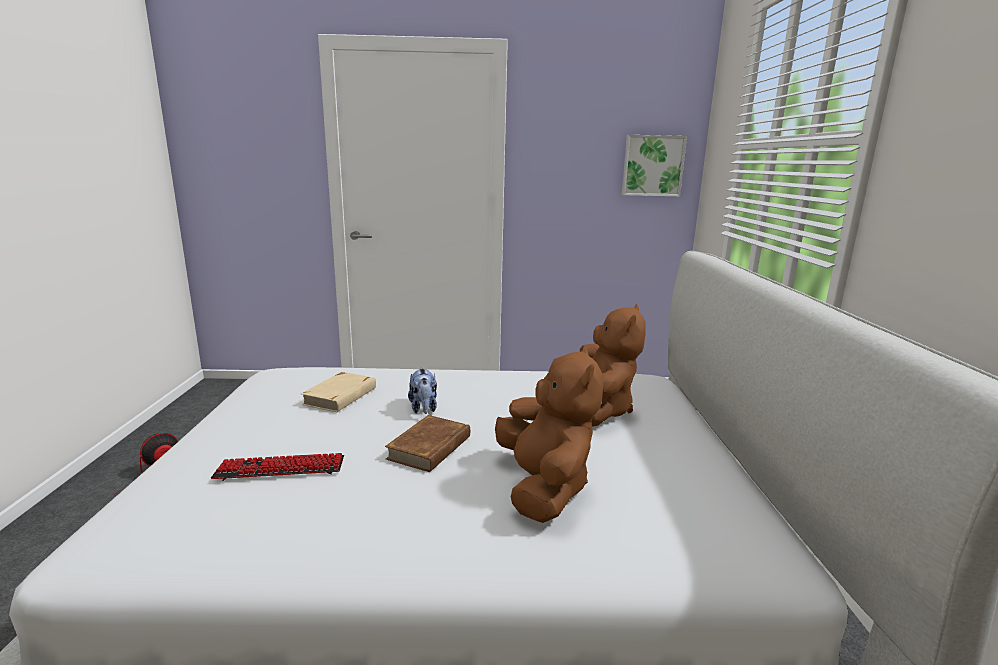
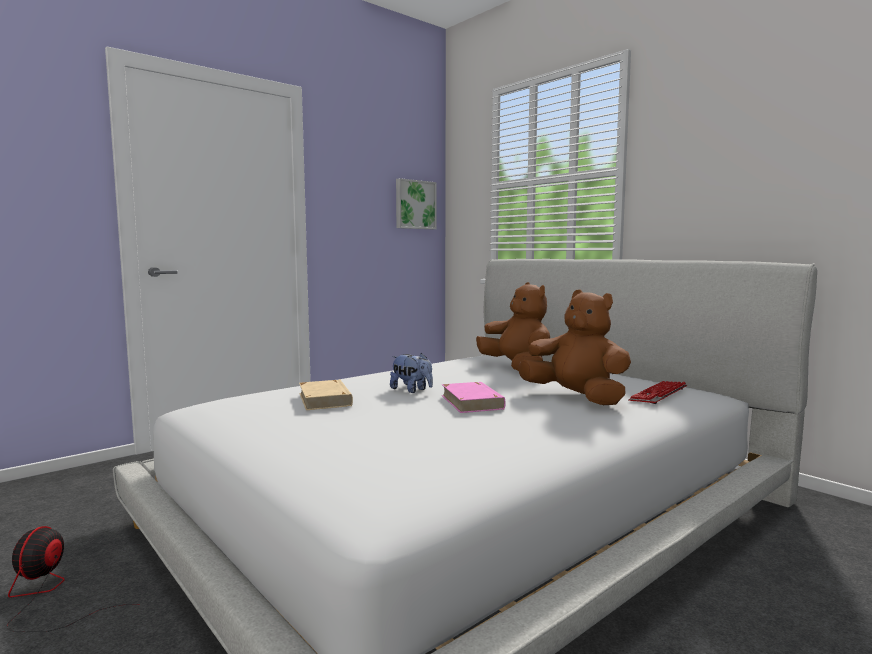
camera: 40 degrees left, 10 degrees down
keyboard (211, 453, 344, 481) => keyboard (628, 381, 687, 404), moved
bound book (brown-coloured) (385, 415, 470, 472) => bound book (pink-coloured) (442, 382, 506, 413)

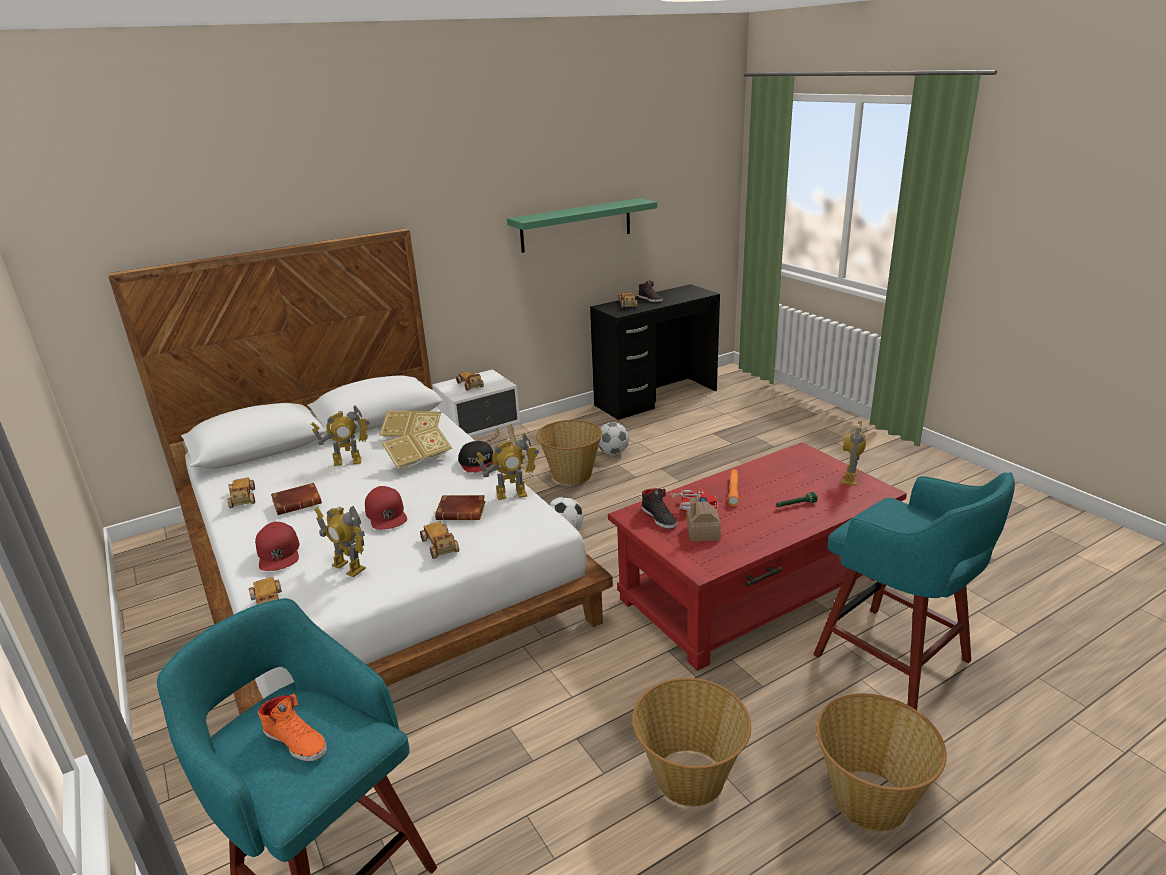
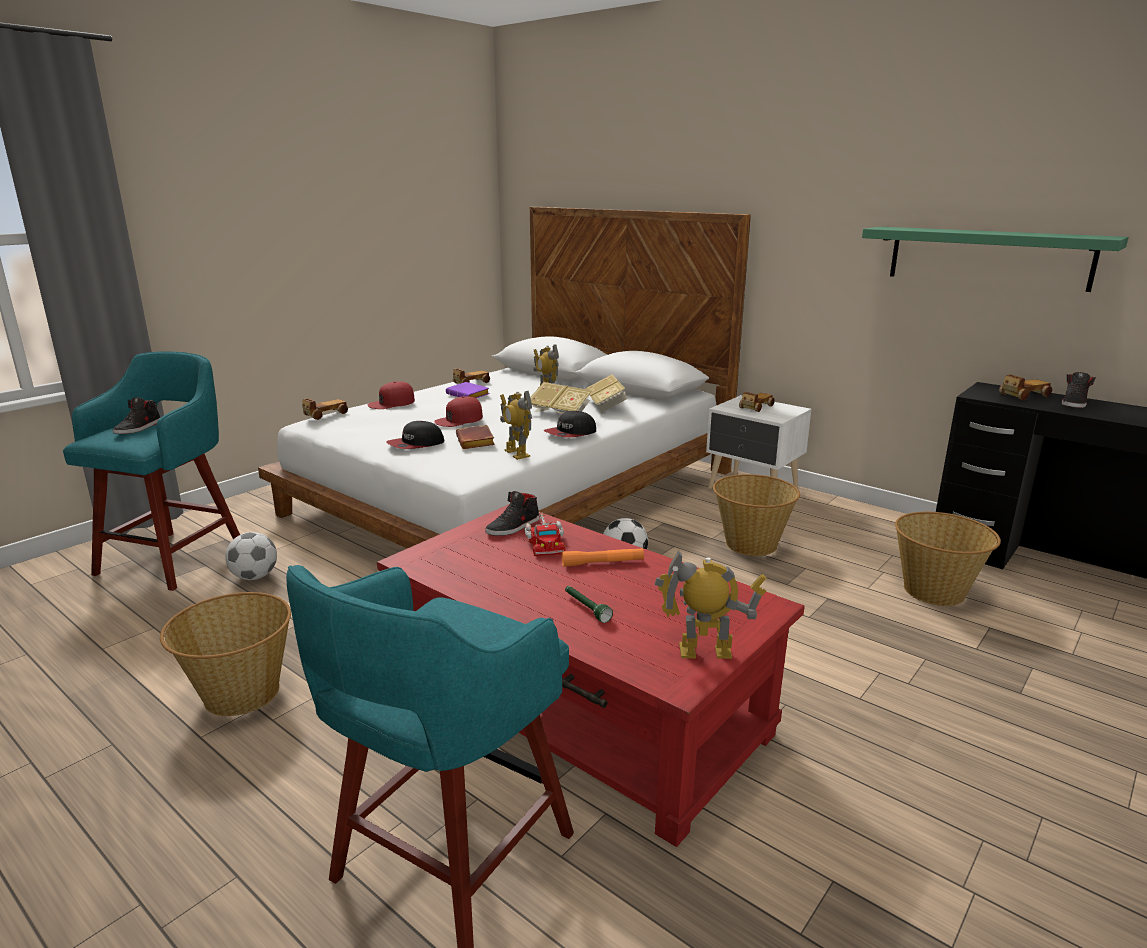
camera: 70 degrees right, 5 degrees down
low shoe (orange) (258, 694, 327, 762) => low shoe (black-coloured) (113, 397, 160, 434)
bound book (brown-coloured) (271, 483, 322, 515) => bound book (purple-coloured) (446, 382, 490, 398)
robot figure (314, 506, 366, 577) => nothing
model car (420, 522, 459, 559) => baseball cap (386, 421, 444, 449)
football ball (599, 422, 629, 455) => football ball (225, 532, 277, 580), moved
toy house (687, 497, 721, 541) => nothing
household basket (816, 694, 947, 832) => household basket (895, 512, 1001, 606), moved

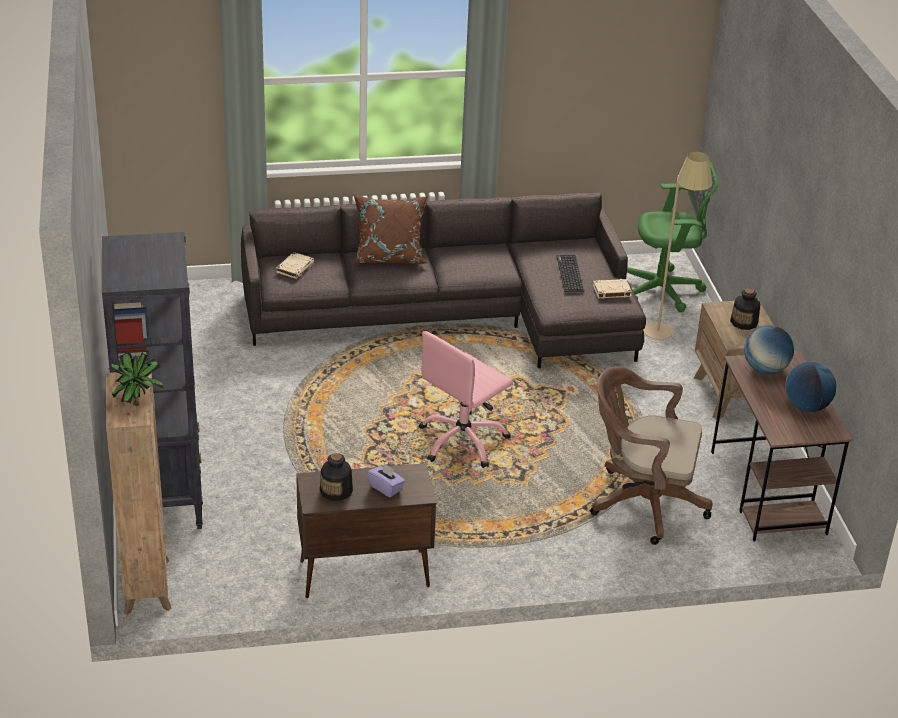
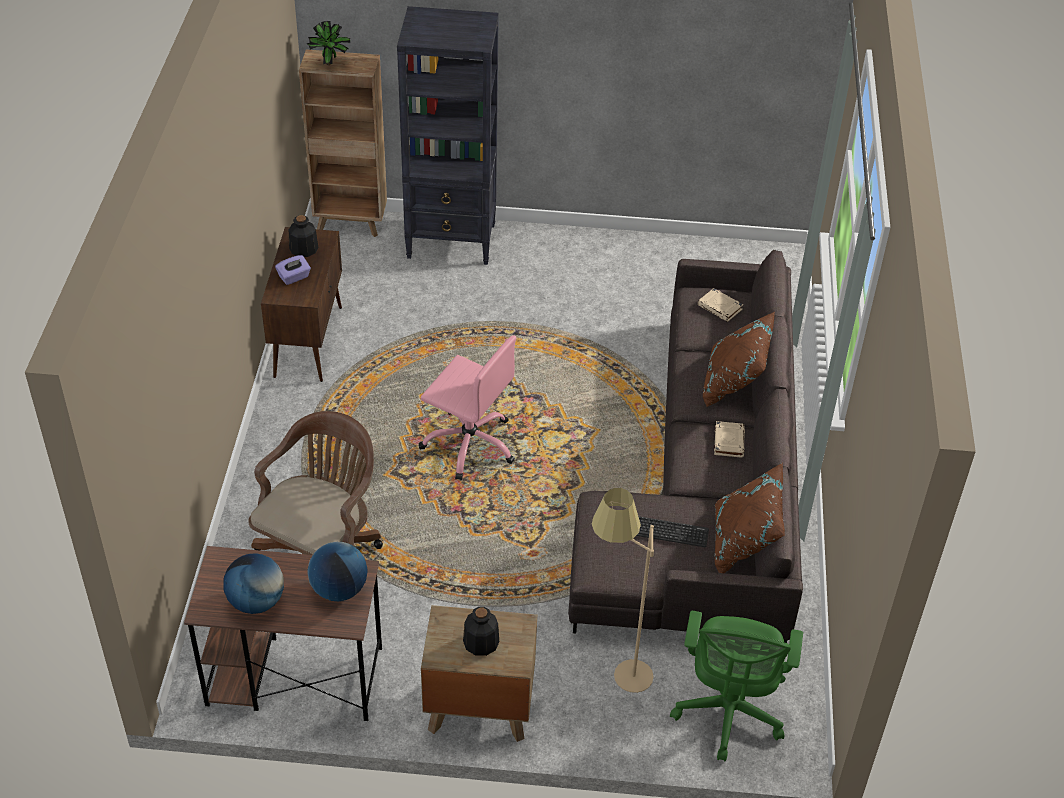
camera: 105 degrees right, 10 degrees up
computer chair (pink-coloured) (419, 331, 513, 468) => computer chair (pink-coloured) (419, 335, 516, 480), 150 degrees clockwise
bound book (beige) (593, 279, 632, 299) => bound book (beige) (714, 421, 745, 458), moved
nothing => cushion (brown-coloured) (715, 462, 785, 573)

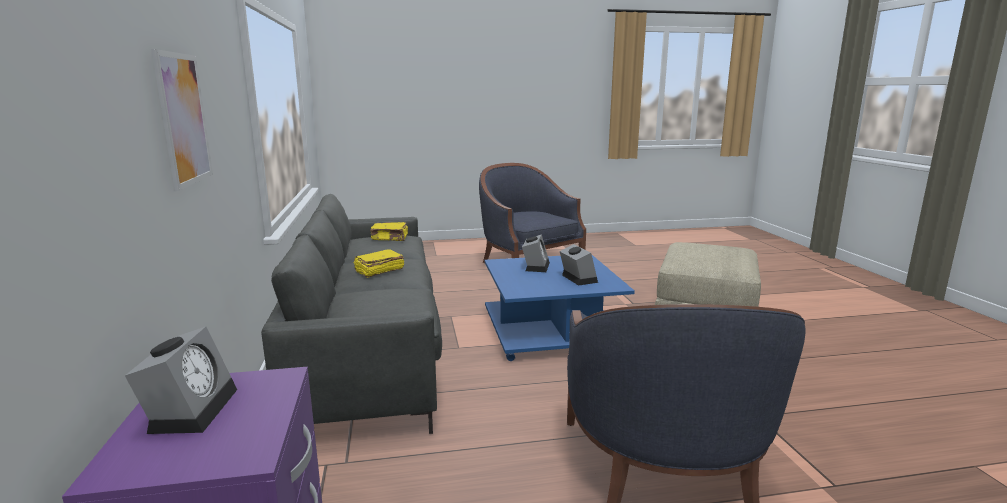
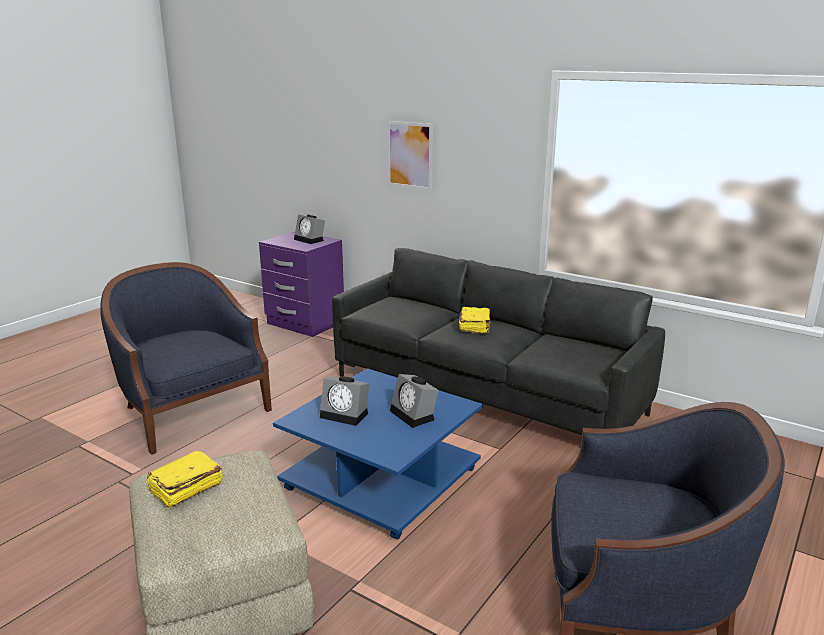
camera: 135 degrees right, 5 degrees up
bound book (yellow-coloured) (370, 222, 408, 241) => bound book (yellow-coloured) (146, 451, 223, 509), moved

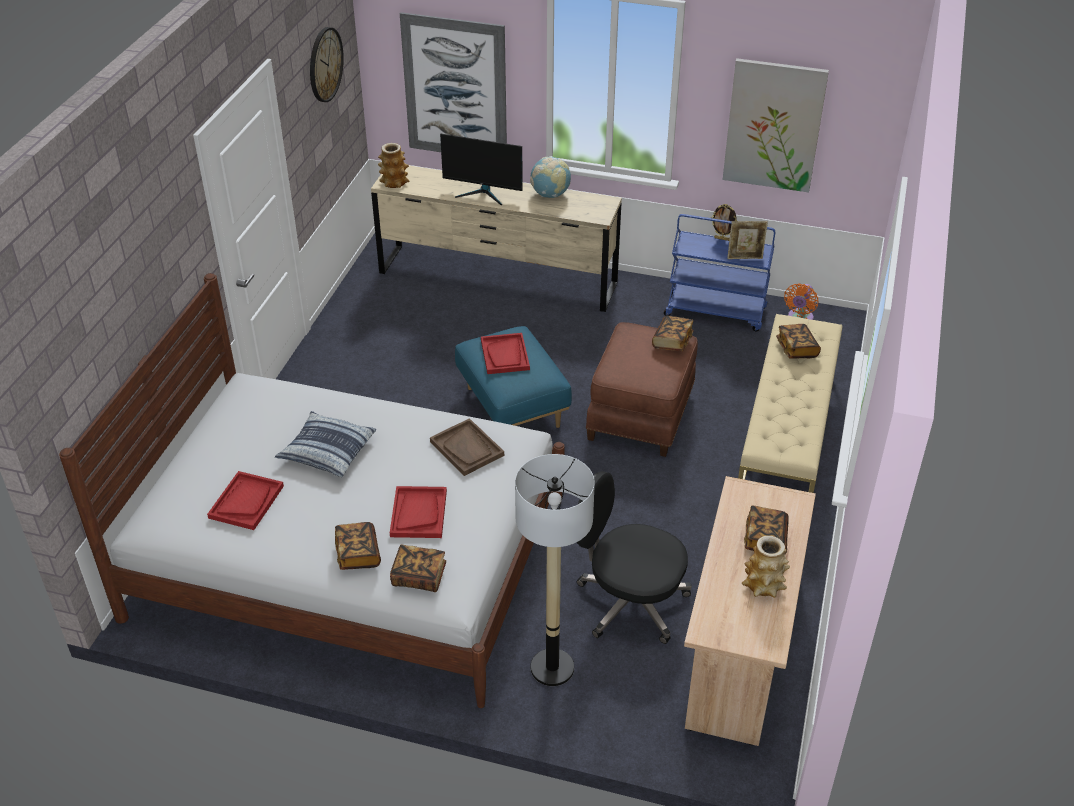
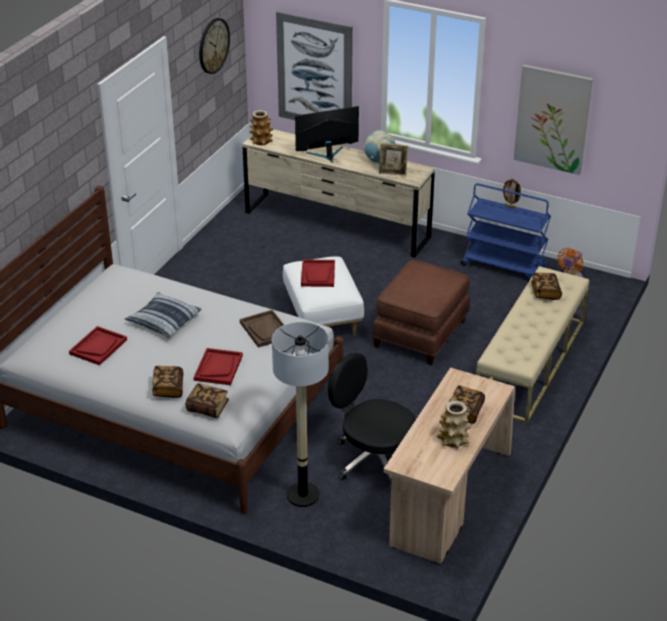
camera: 10 degrees right, 5 degrees down
monitor (440, 134, 523, 206) => monitor (295, 106, 359, 163), 135 degrees clockwise
ottoman (blue) (455, 326, 572, 428) => ottoman (whitish) (283, 256, 364, 336)
bound book (652, 316, 693, 351) => nothing
photo frame (727, 221, 768, 259) => photo frame (379, 143, 408, 176), moved

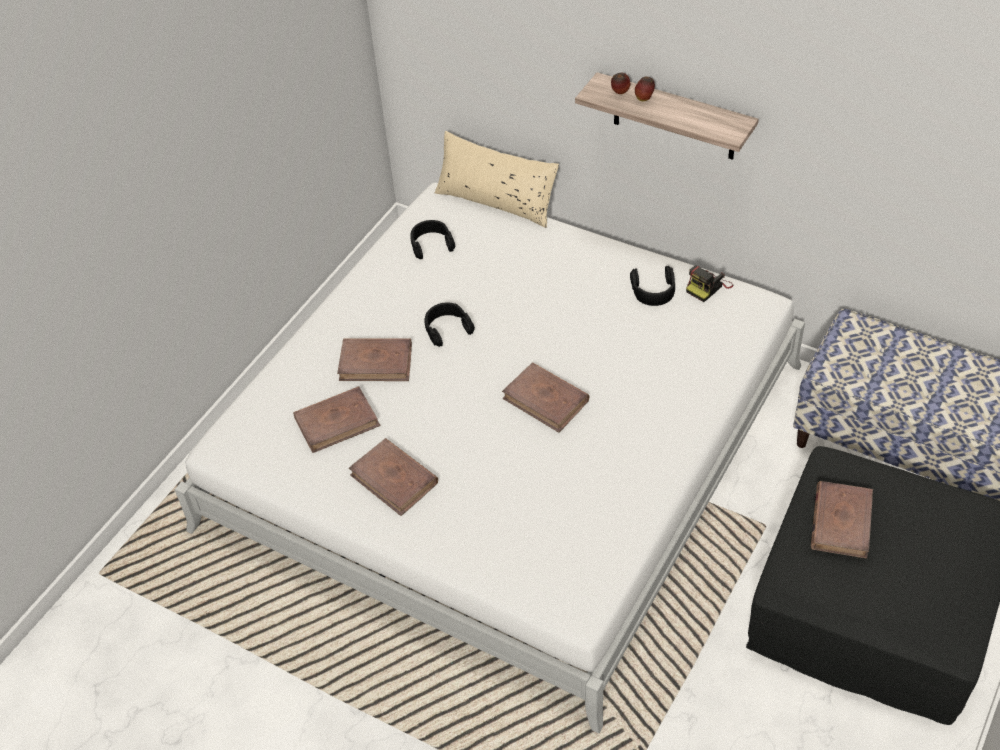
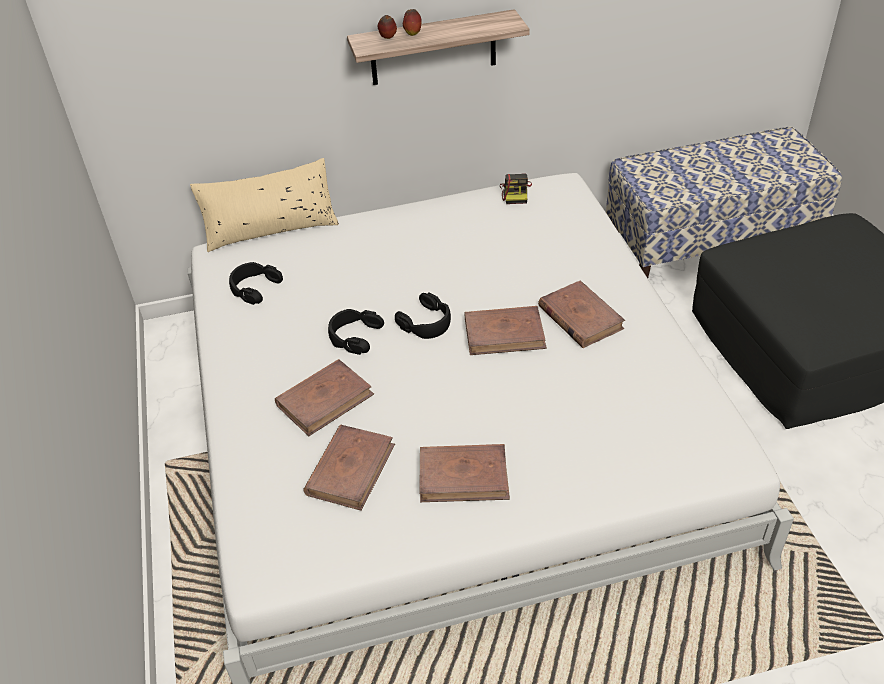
camera: 45 degrees left, 5 degrees down
headphones (black-coloured) (630, 265, 675, 306) => headphones (black-coloured) (395, 292, 451, 339), moved
bound book (brown-coloured) (811, 481, 873, 559) => bound book (brown-coloured) (538, 280, 625, 348), moved

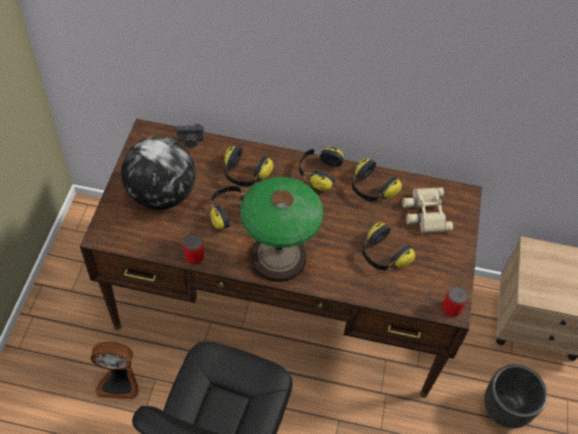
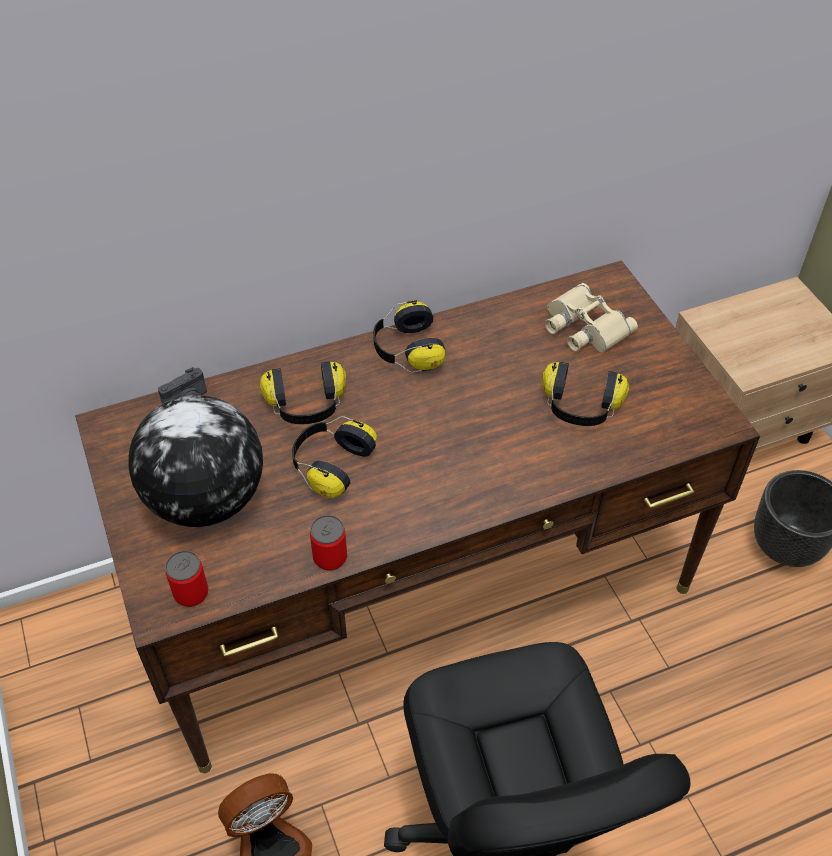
camera: 30 degrees left, 5 degrees down
lamp for a table (240, 177, 323, 282) => nothing
headphones (352, 158, 402, 202) => nothing
sealed can (442, 286, 468, 317) => sealed can (165, 551, 208, 607), moved

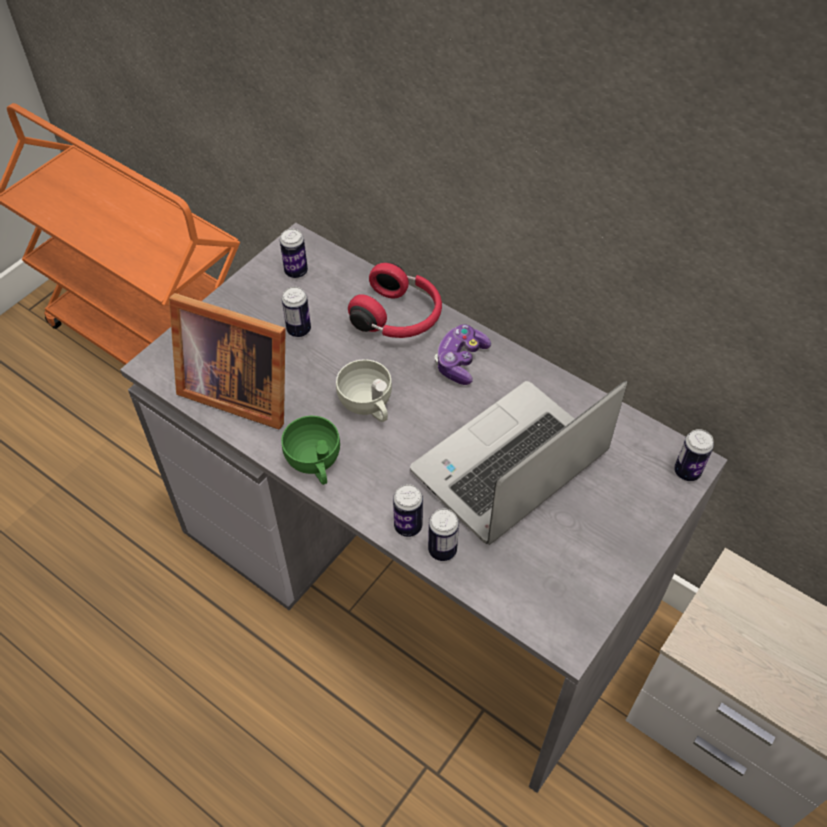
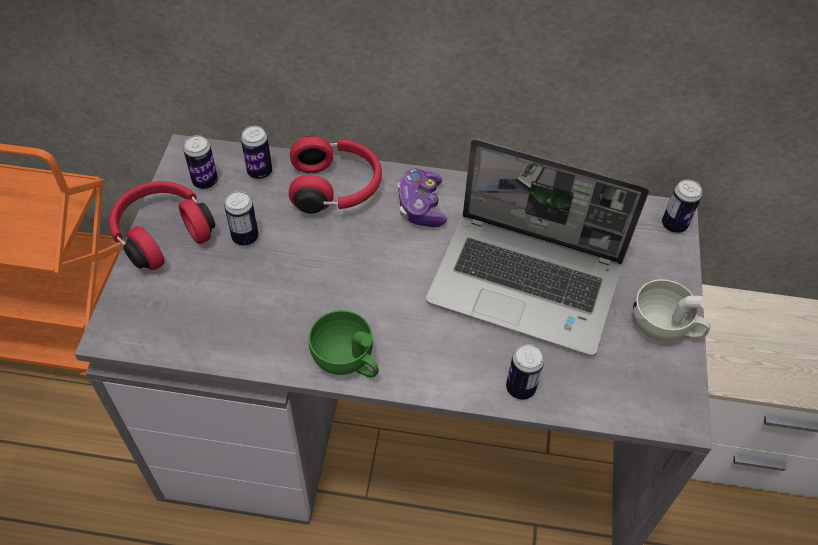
camera: 30 degrees left, 0 degrees up
photo frame (169, 293, 286, 430) => nothing
cup (whitish) (336, 360, 392, 422) => cup (whitish) (633, 279, 711, 341), moved
sealed can (393, 484, 423, 537) => sealed can (241, 126, 272, 179), moved
portable computer (410, 381, 627, 545) => portable computer (426, 139, 649, 356), 90 degrees counterclockwise
nothing => headphones (red) (109, 181, 215, 270)

